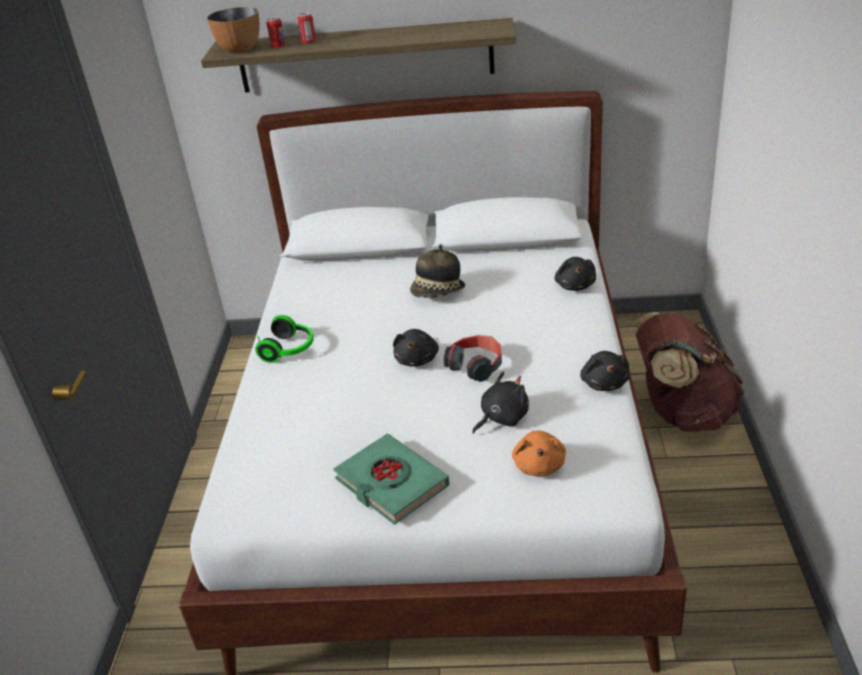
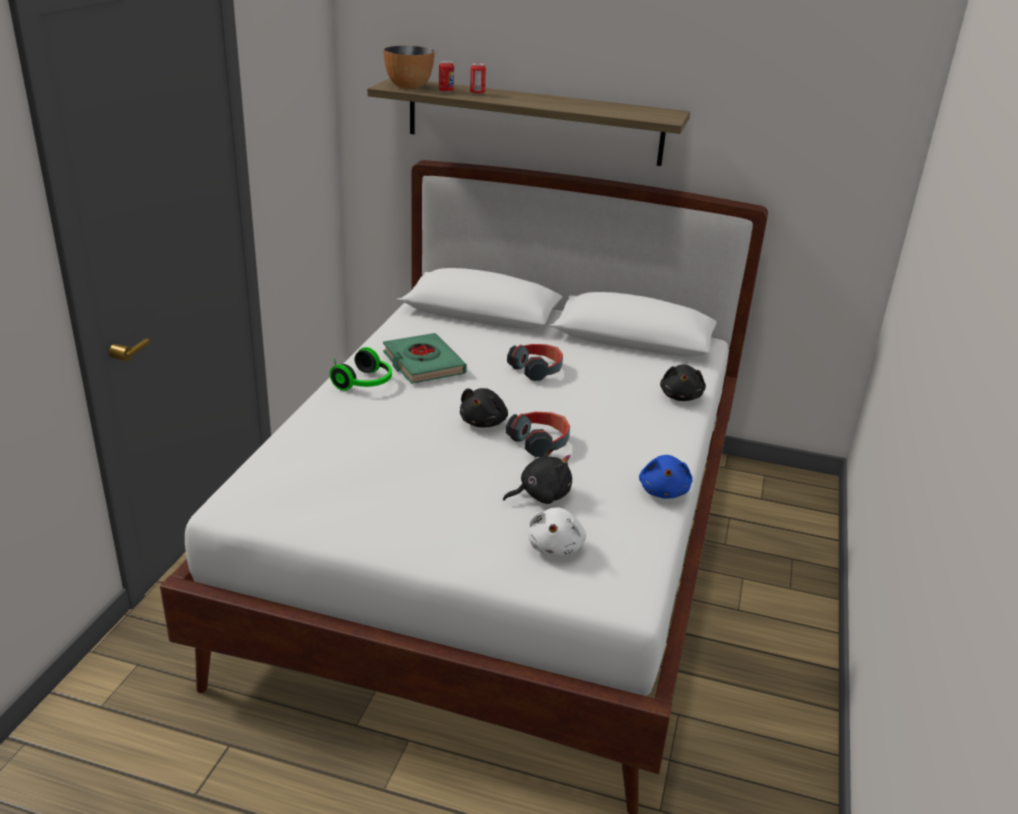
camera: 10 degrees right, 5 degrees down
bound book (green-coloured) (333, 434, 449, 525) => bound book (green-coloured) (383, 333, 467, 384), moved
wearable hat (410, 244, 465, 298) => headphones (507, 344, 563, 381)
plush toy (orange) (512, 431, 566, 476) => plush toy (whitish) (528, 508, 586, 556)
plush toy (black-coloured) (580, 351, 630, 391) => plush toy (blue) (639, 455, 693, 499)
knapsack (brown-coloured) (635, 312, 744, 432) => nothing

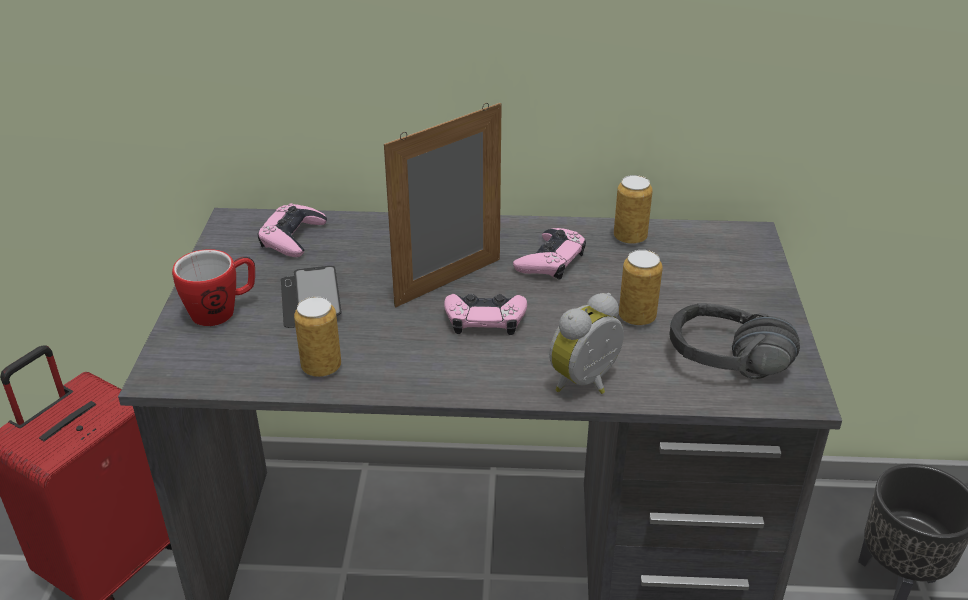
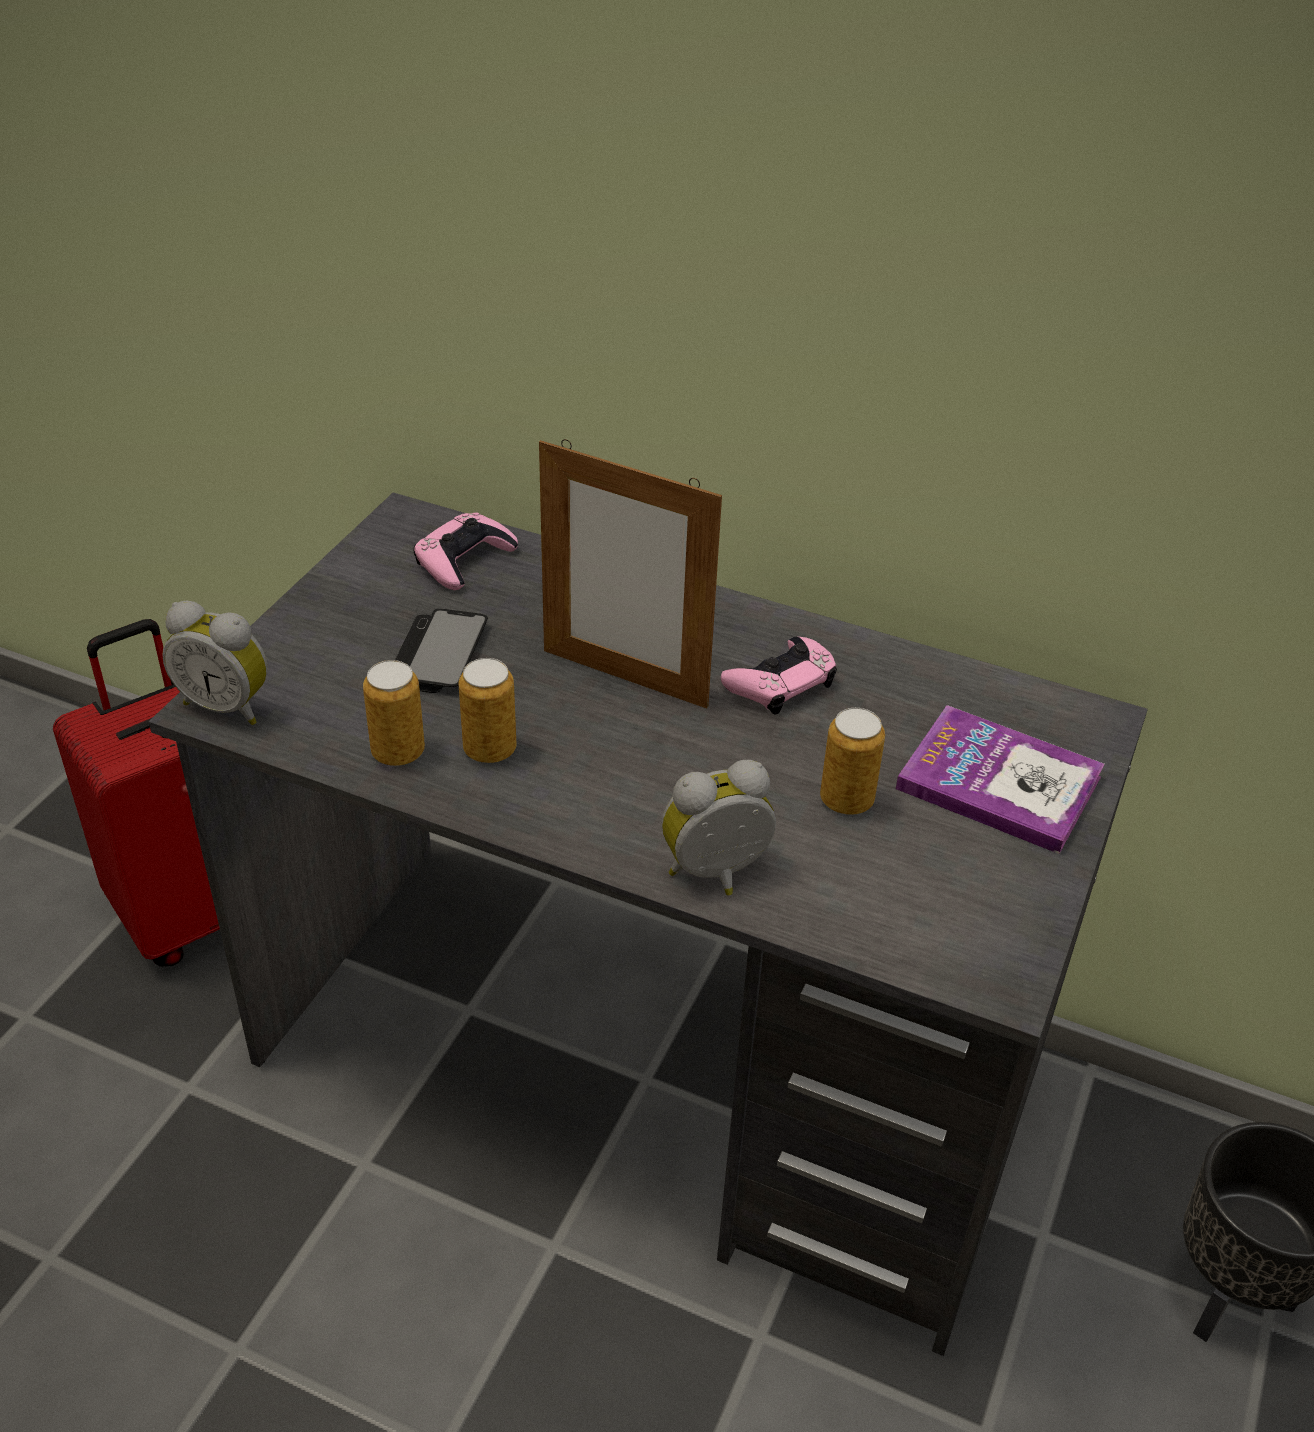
camera: 20 degrees right, 5 degrees up
coffee mug (172, 249, 255, 326) => nothing
photo frame (384, 103, 502, 307) => photo frame (539, 439, 722, 708), 135 degrees counterclockwise
joypad (pink-coloured) (444, 293, 527, 335) => nothing
sealed can (614, 175, 653, 245) => sealed can (459, 658, 517, 763), moved
headphones (black-coloured) (670, 303, 800, 379) => nothing
nothing => alarm clock (162, 601, 268, 725)
nothing => bound book (896, 705, 1105, 854)

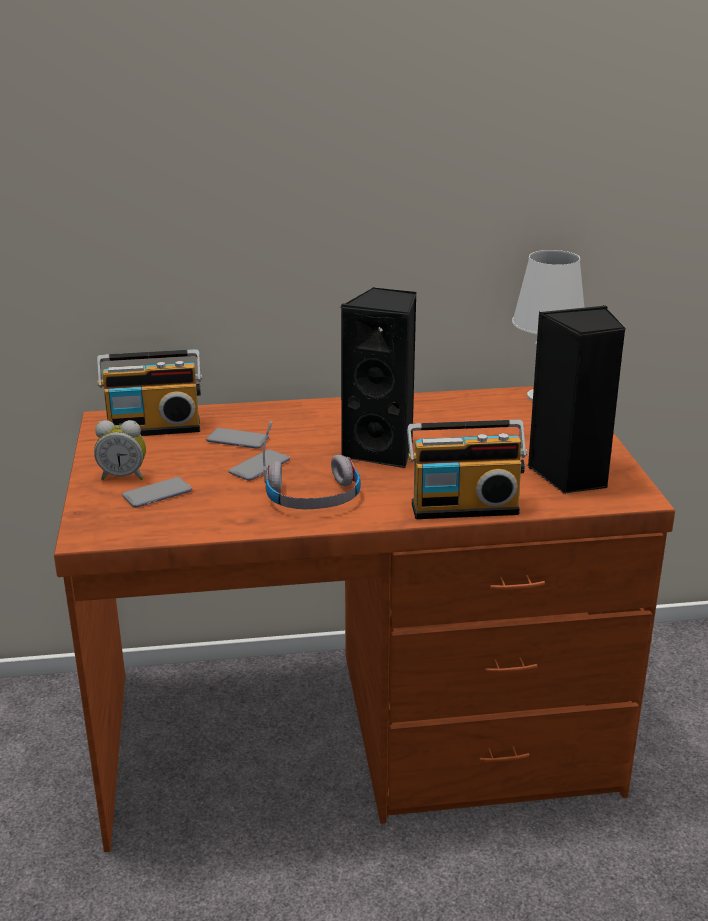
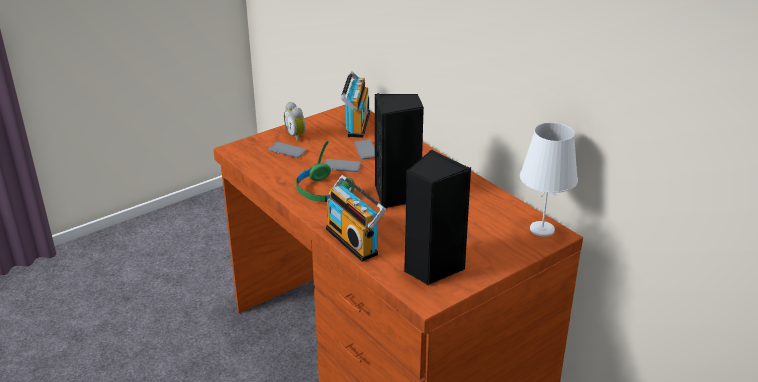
camera: 60 degrees right, 5 degrees up
radio set (97, 349, 202, 436) => radio set (341, 71, 370, 138), 135 degrees counterclockwise
headphones (gray) (263, 421, 361, 509) => headphones (green-coloured) (296, 141, 355, 202)

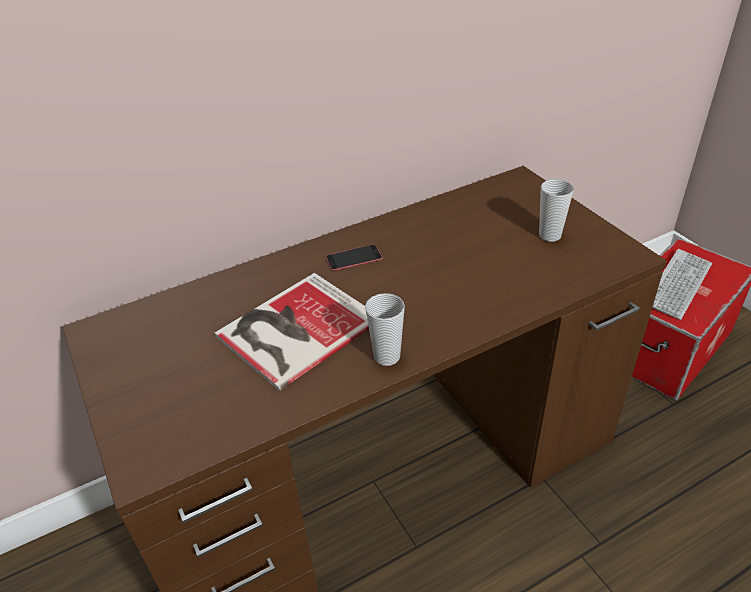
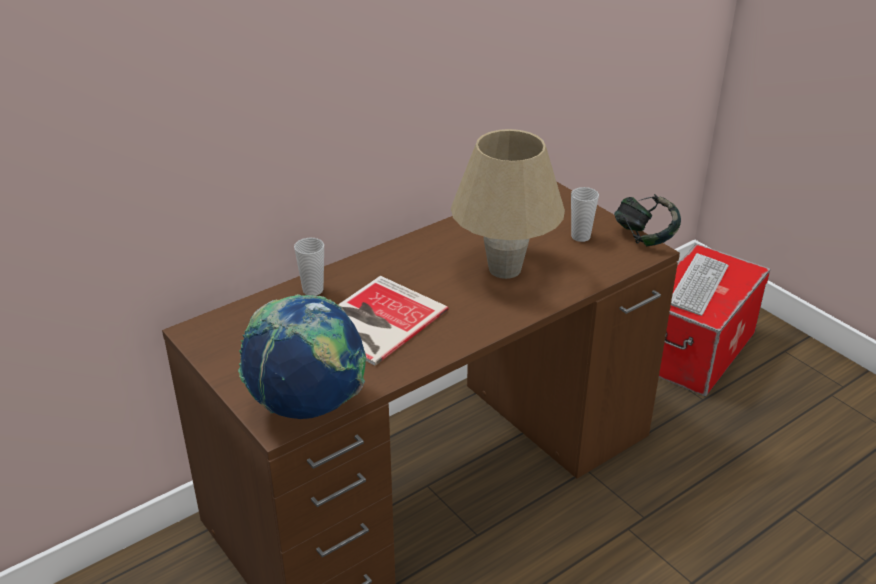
camera: 10 degrees left, 5 degrees down
telephone (326, 244, 383, 271) => nothing
cup (365, 293, 405, 366) => cup (294, 238, 324, 296), moved
nothing => desk globe (238, 294, 366, 419)
nothing => lamp for a table (beige) (451, 129, 565, 279)
nothing => headphones (614, 194, 681, 246)

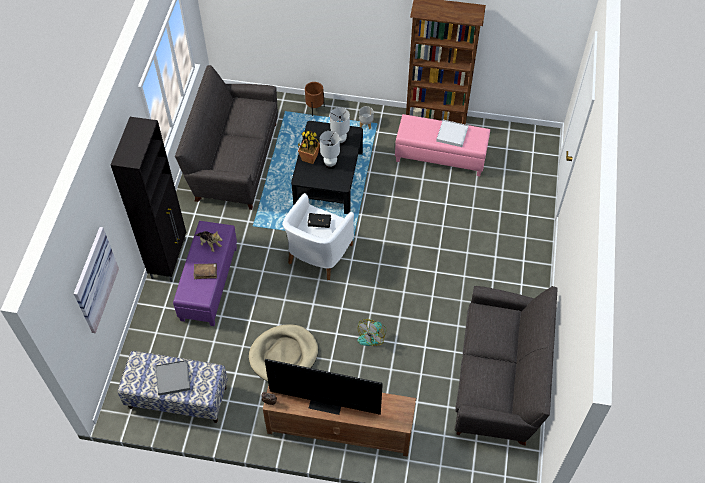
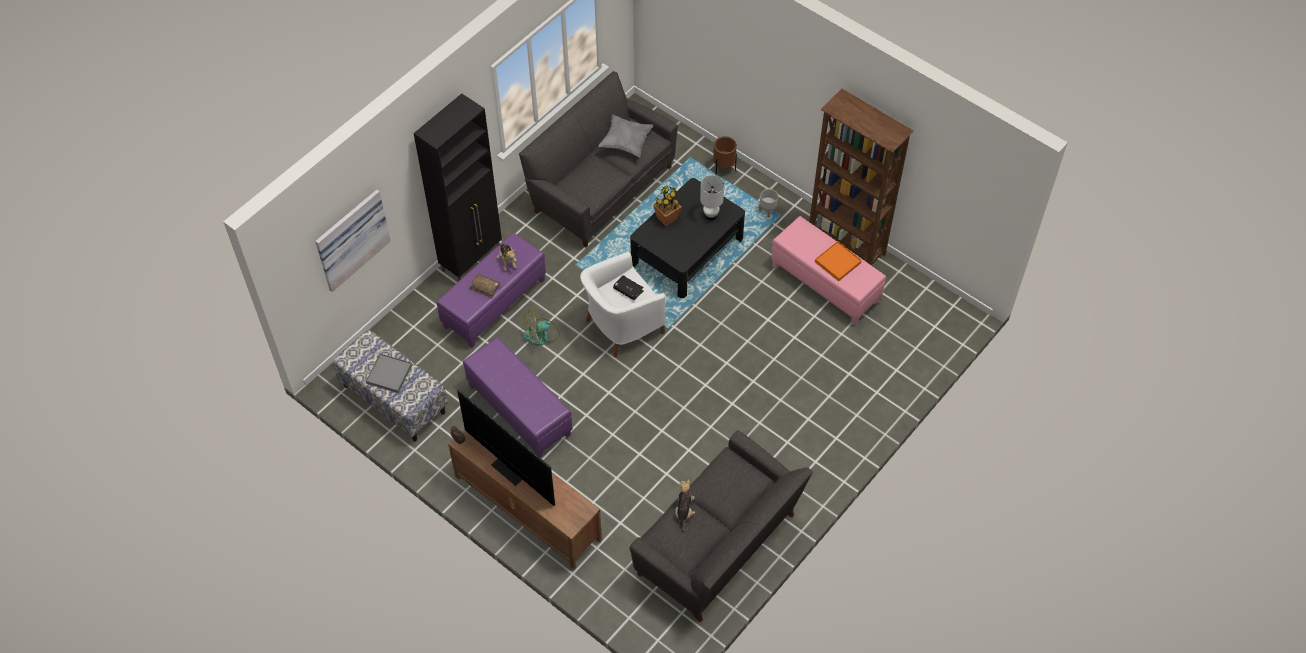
camera: 30 degrees right, 0 degrees up
dog cushion (beige) (249, 324, 318, 381) => ottoman (purple-coloured) (463, 337, 572, 458)
lamp for a table (whitish) (320, 131, 340, 169) => nothing
electric fan (357, 319, 386, 346) => electric fan (523, 312, 560, 346), moved
tray (whitish) (436, 120, 469, 147) => tray (orange) (815, 241, 862, 281)
nothing => cushion (gray) (598, 114, 654, 157)
nothing => plush toy (675, 479, 695, 533)

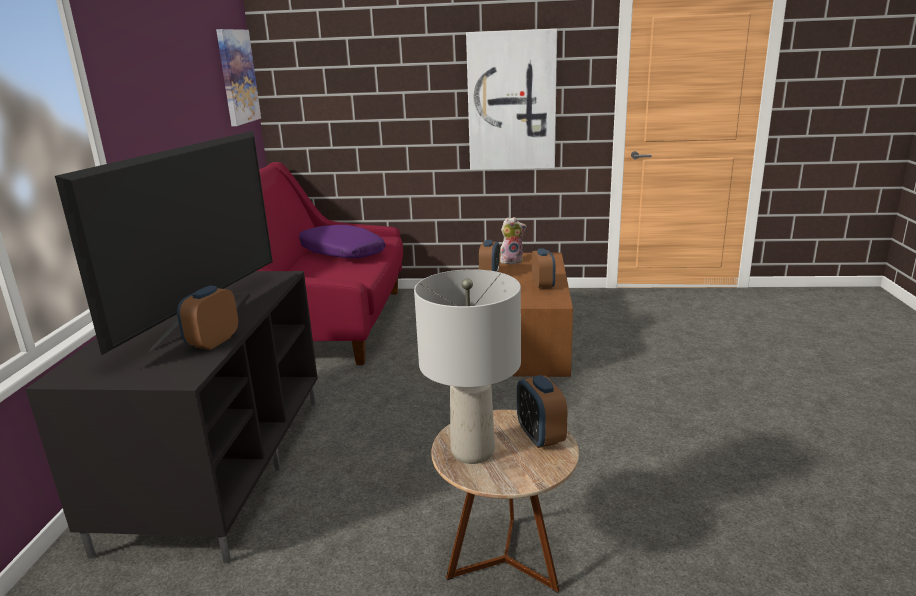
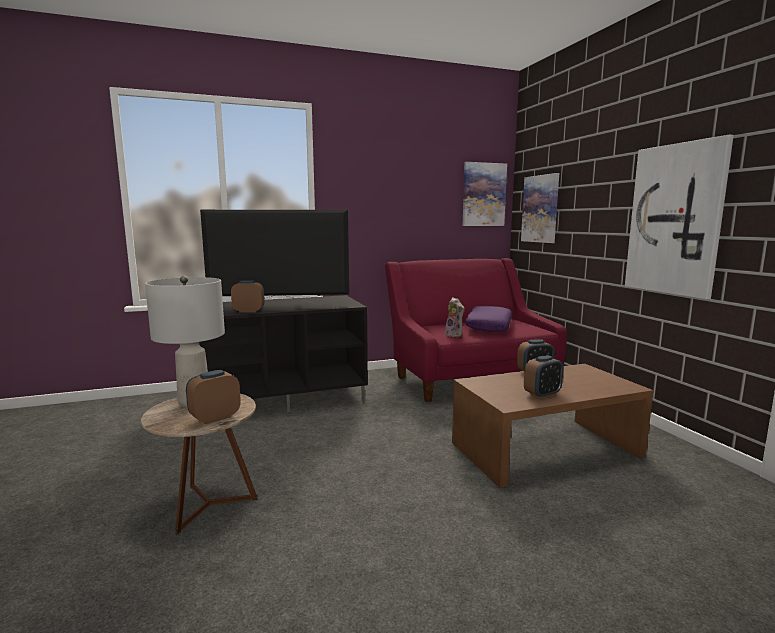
camera: 65 degrees right, 10 degrees down
plush toy (500, 217, 527, 264) => plush toy (445, 297, 464, 337), moved
nothing => wall picture (521, 173, 559, 243)

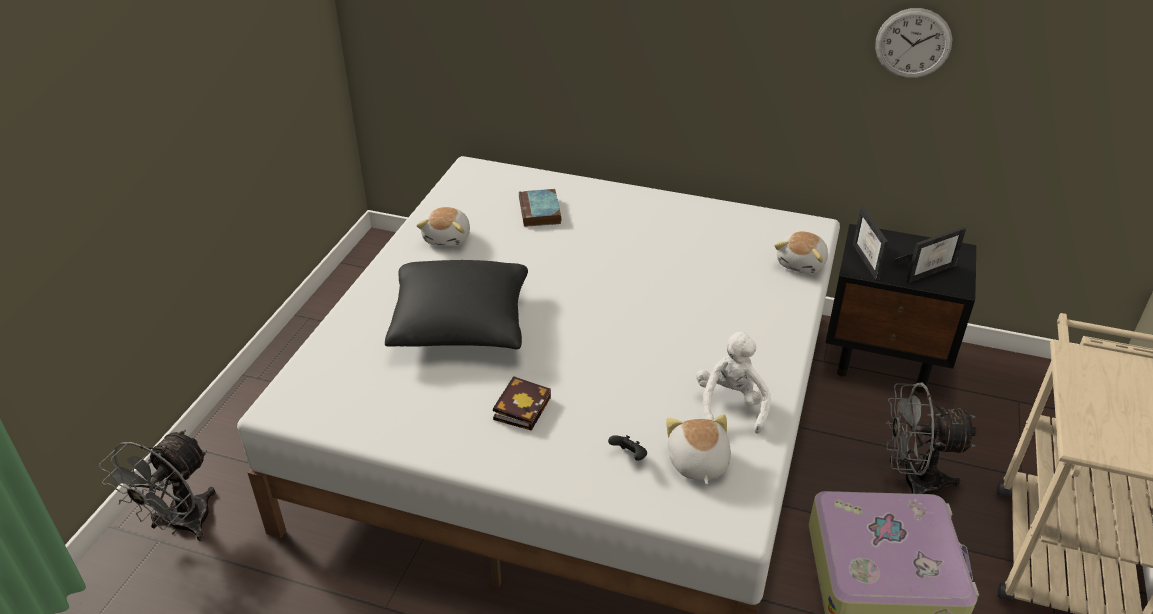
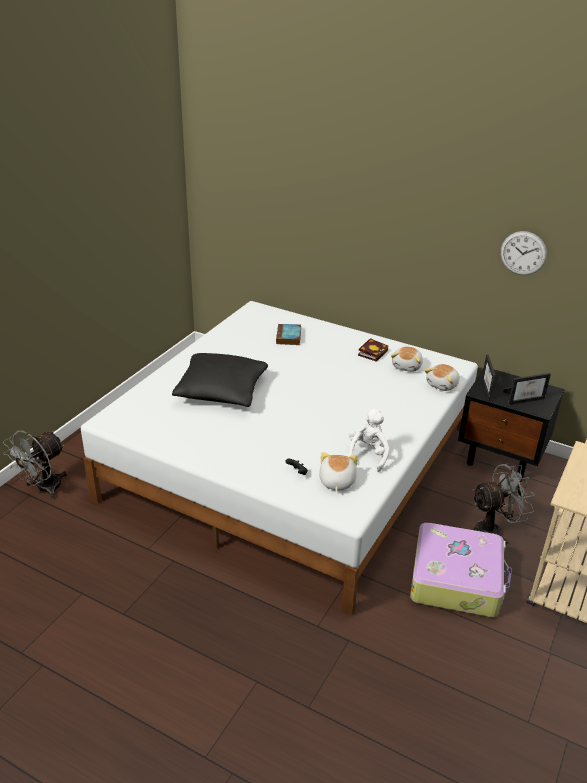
camera: 10 degrees right, 5 degrees down
plush toy (416, 207, 470, 247) => plush toy (391, 346, 423, 372), moved
bound book (493, 376, 551, 431) => bound book (358, 338, 388, 362), moved
electric fan (gray) (885, 383, 977, 494) => electric fan (gray) (472, 463, 535, 545), 150 degrees clockwise

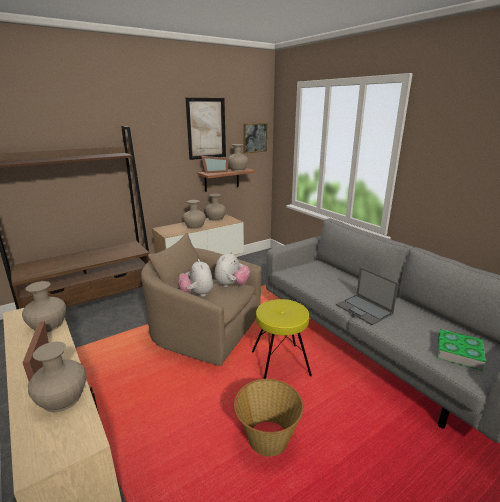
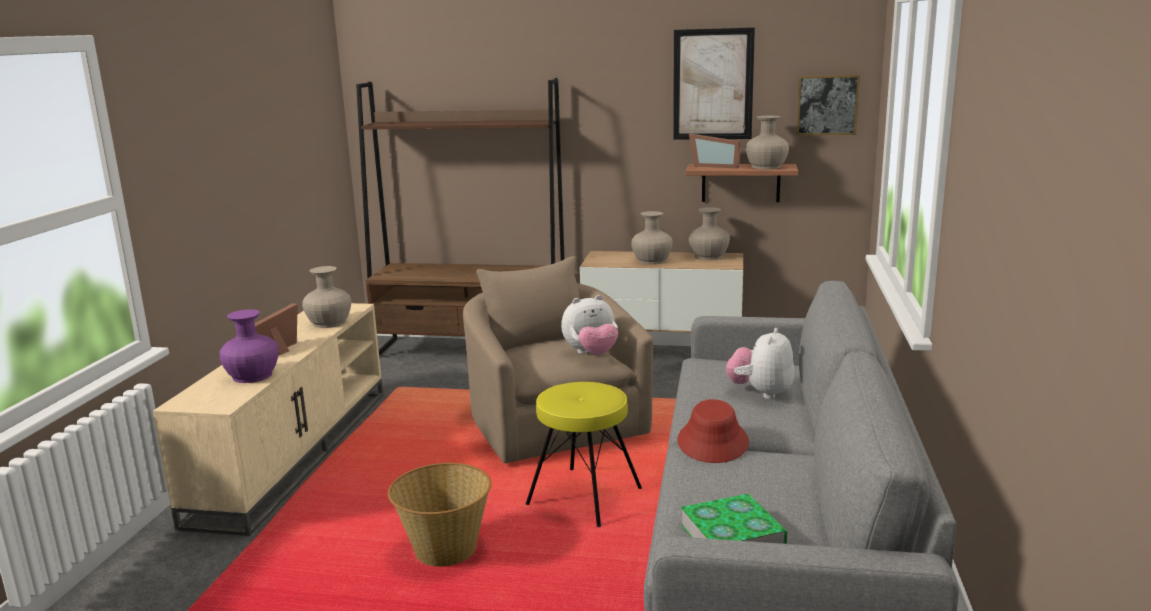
camera: 45 degrees right, 5 degrees down
decorative vase (beige) (28, 341, 86, 412) => decorative vase (purple-coloured) (220, 309, 279, 383)
plush toy (178, 259, 213, 297) => plush toy (726, 328, 794, 399), moved
portable computer (336, 267, 399, 325) => wearable hat (red) (677, 399, 749, 463)

